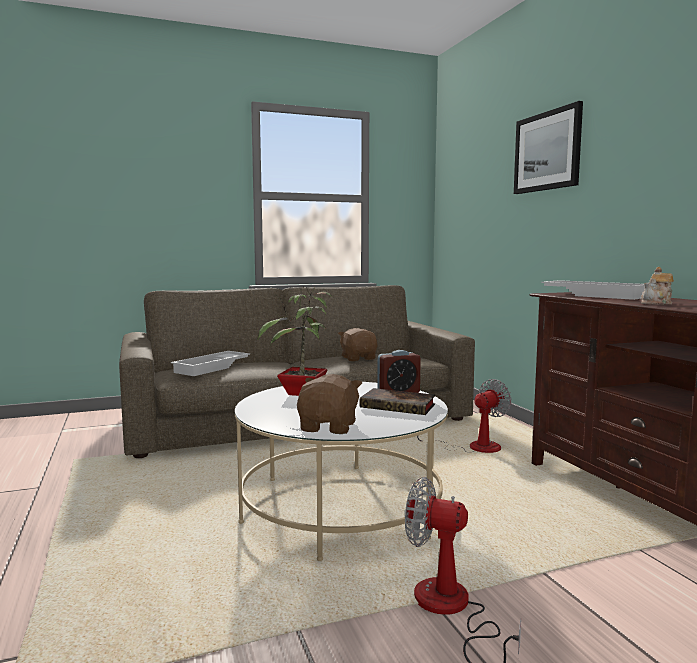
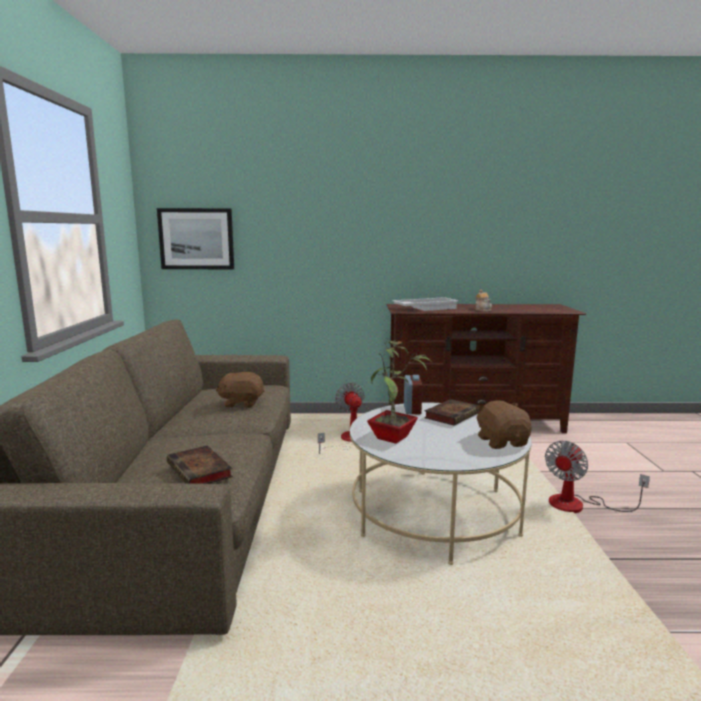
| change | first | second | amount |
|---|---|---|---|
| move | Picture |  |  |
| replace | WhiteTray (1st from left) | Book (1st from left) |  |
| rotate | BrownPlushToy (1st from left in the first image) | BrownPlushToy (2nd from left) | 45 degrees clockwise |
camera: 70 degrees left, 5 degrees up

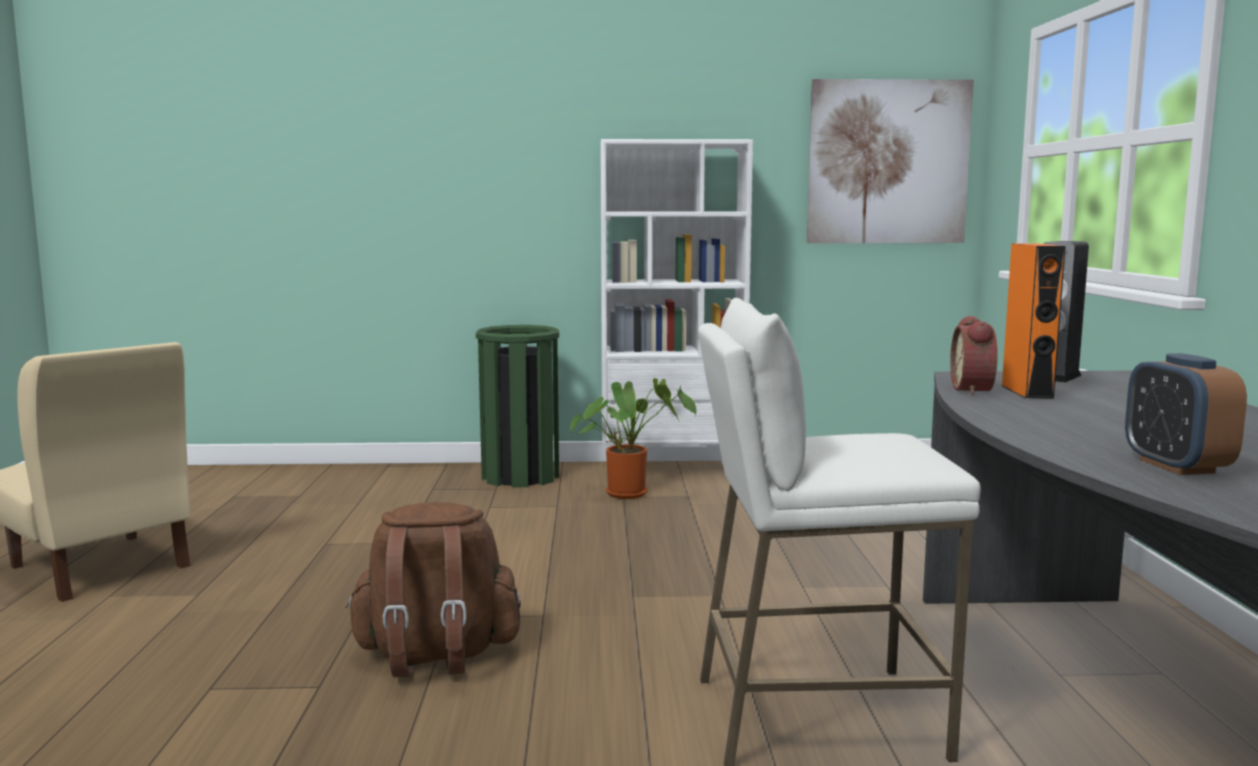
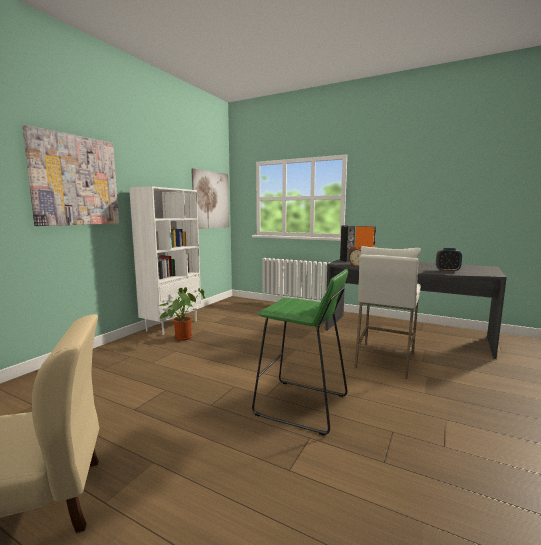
| change | first | second | amount |
|---|---|---|---|
| insert |  | Picture (1st from left) |  |
| replace | BrownBackpack | GreenStool |  |
| delete | GreenTrashCan |  |  |
camera: 60 degrees left, 0 degrees up

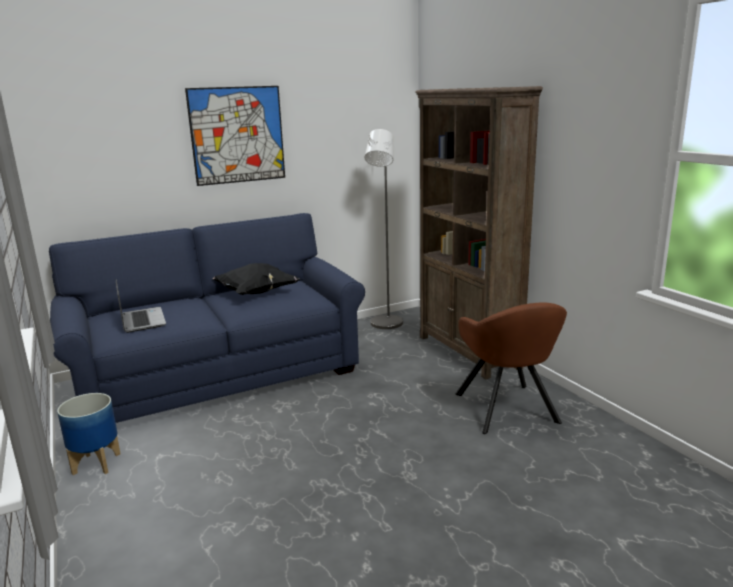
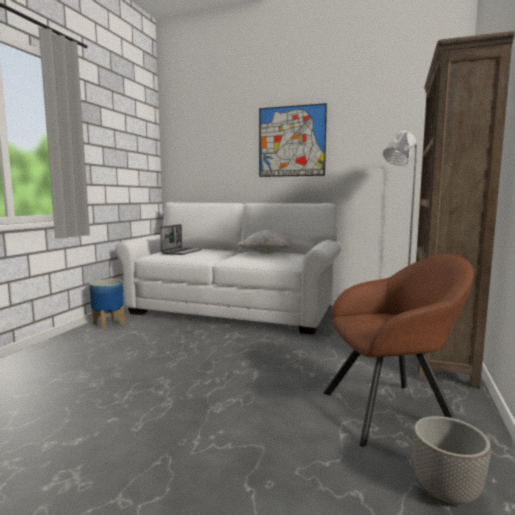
| change | first | second | amount |
|---|---|---|---|
| recolor | BlueSofa | WhiteSofa |  |
| recolor | BlackPillow | WhitePillow |  |
| rotate | BrownArmchair |  | 135 degrees counterclockwise |
| insert |  | Planter (2nd from left) |  |
camera: 45 degrees right, 10 degrees down

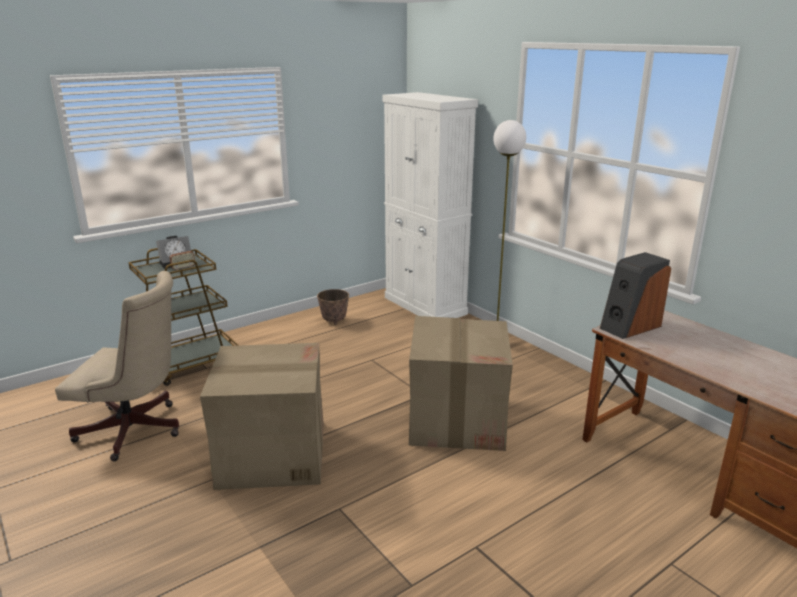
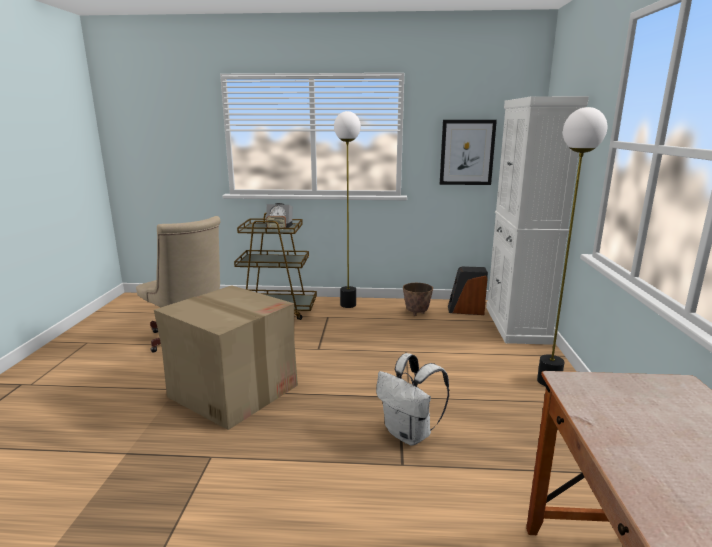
| change | first | second | amount |
|---|---|---|---|
| insert |  | FloorLamp (1st from left) |  |
| replace | CardboardBox (2nd from left) | WhiteBackpack |  |
| insert |  | Picture |  |
| move | Speaker |  |  |
camera: 40 degrees right, 5 degrees down

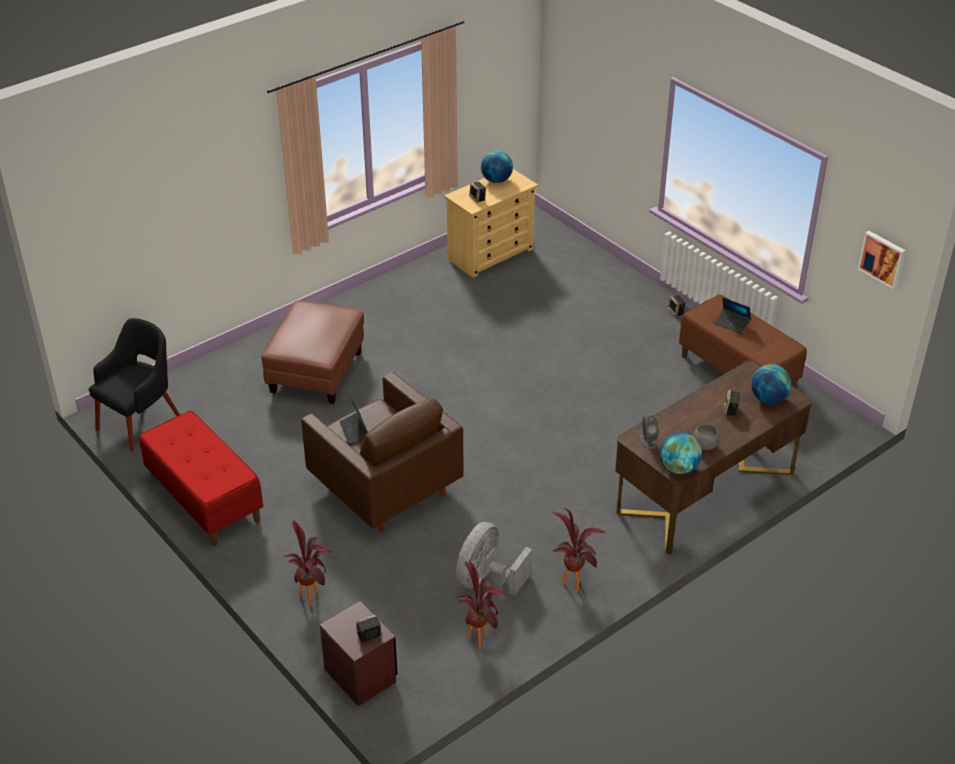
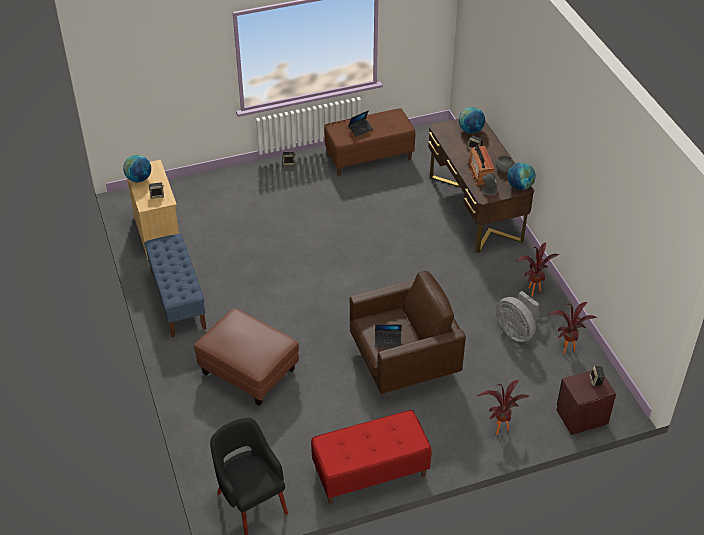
| change | first | second | amount |
|---|---|---|---|
| insert |  | BlueBench |  |
| insert |  | Radio |  |
| delete | Picture |  |  |
camera: 70 degrees left, 5 degrees up

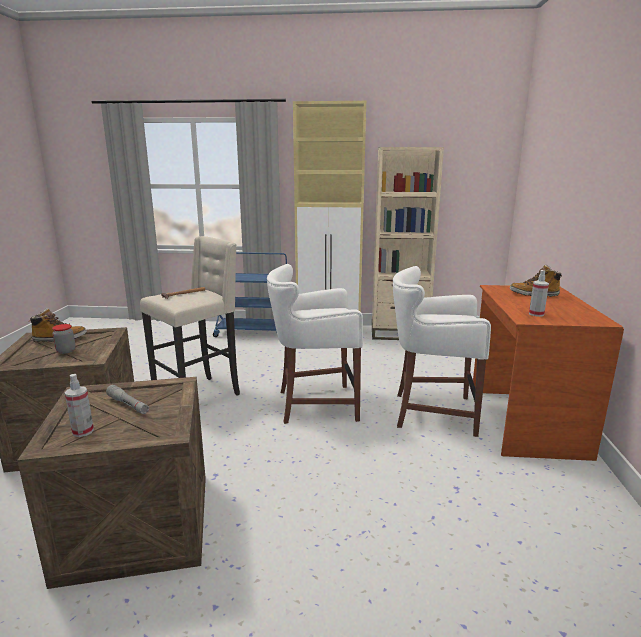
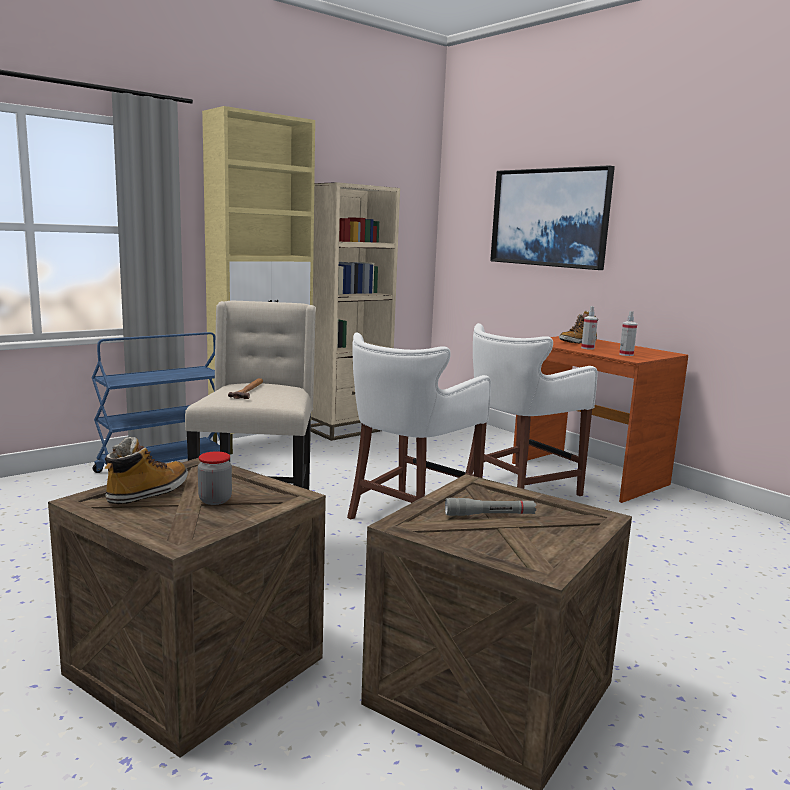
| change | first | second | amount |
|---|---|---|---|
| insert |  | Picture |  |
| move | SprayBottle (1st from left) |  |  |
camera: 45 degrees left, 5 degrees down

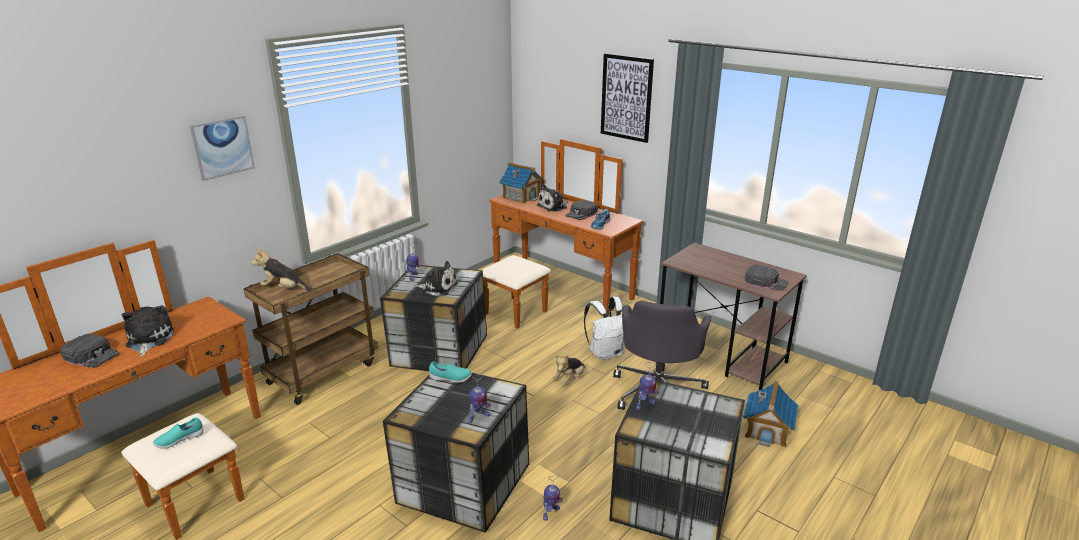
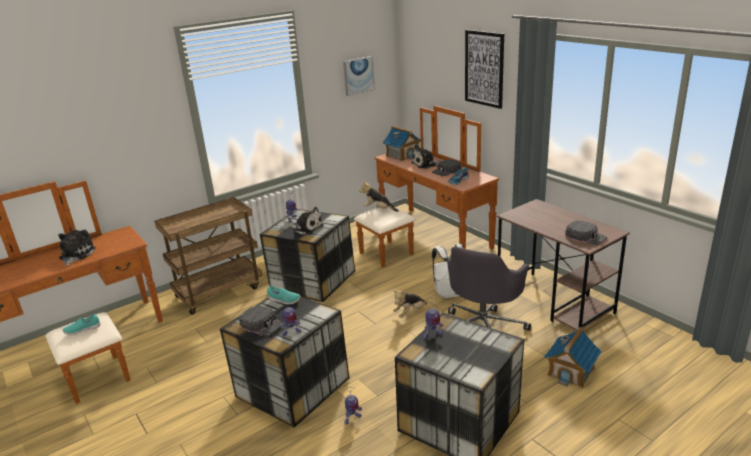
| change | first | second | amount |
|---|---|---|---|
| move | BlackCap (1st from left) |  |  |
| move | Picture (1st from left) |  |  |
| move | PlushToy (2nd from left in the first image) | PlushToy (3rd from left) |  |
camera: 15 degrees right, 0 degrees up

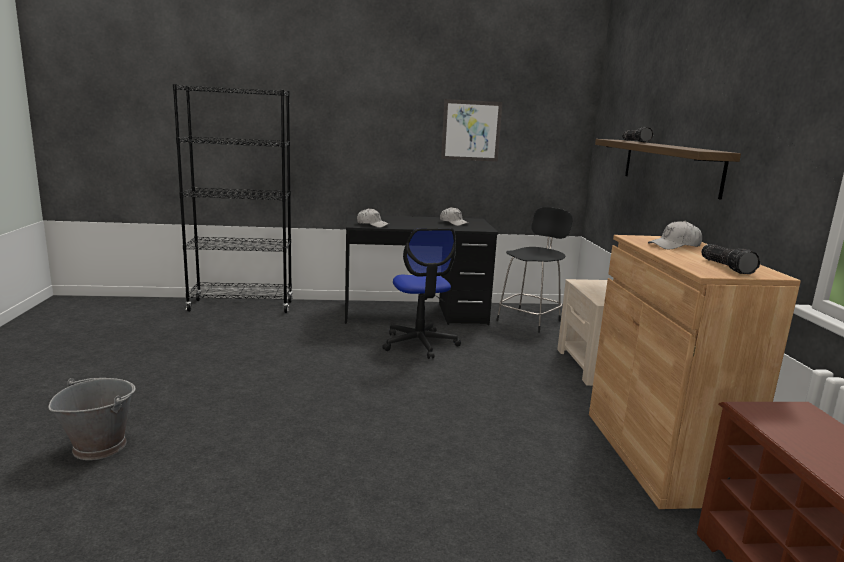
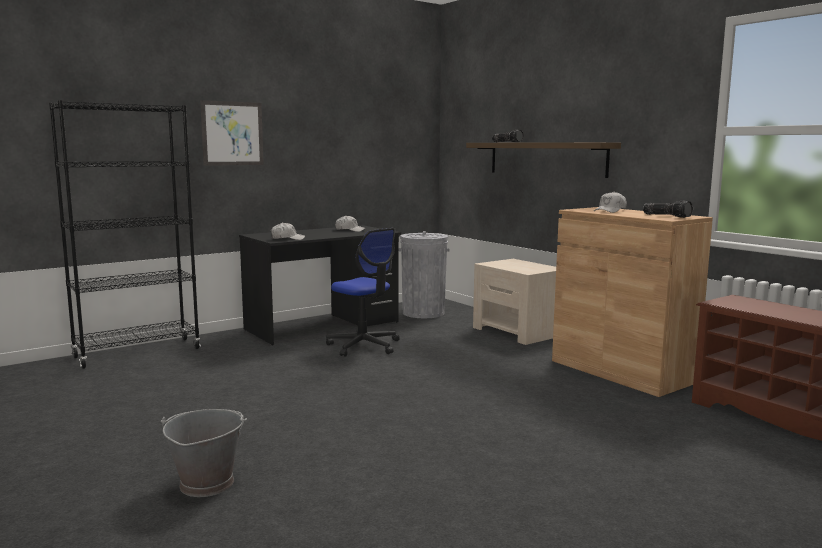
| change | first | second | amount |
|---|---|---|---|
| move | Picture |  |  |
| replace | BlackStool | GreyTrashCan |  |
camera: 30 degrees left, 5 degrees down

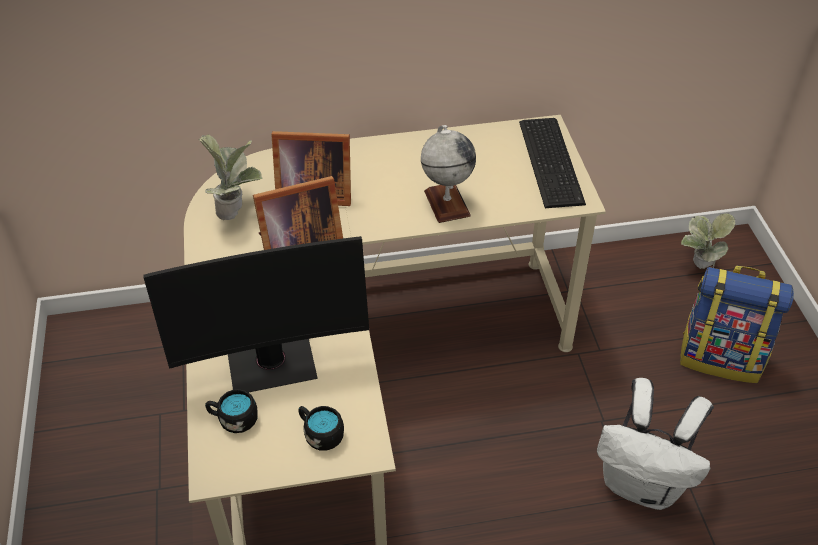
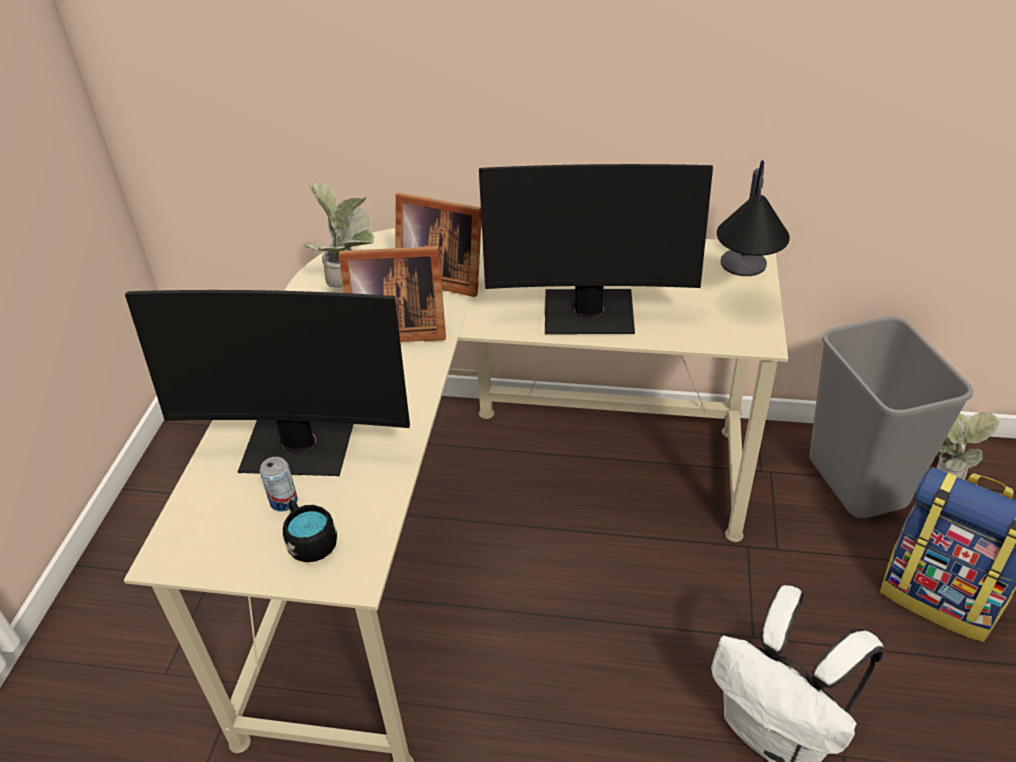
| change | first | second | amount |
|---|---|---|---|
| insert |  | Can |  |
| replace | Globe | Monitor (2nd from left) |  |
| replace | Keyboard | TableLamp |  |
| insert |  | GreyTrashCan |  |
| delete | BlackMug (1st from left) |  |  |
camera: 20 degrees right, 5 degrees down

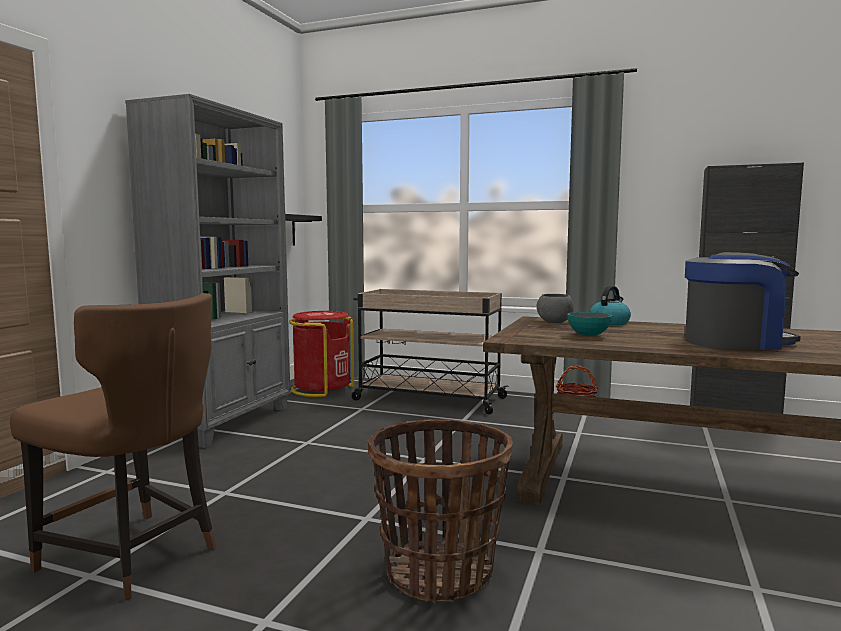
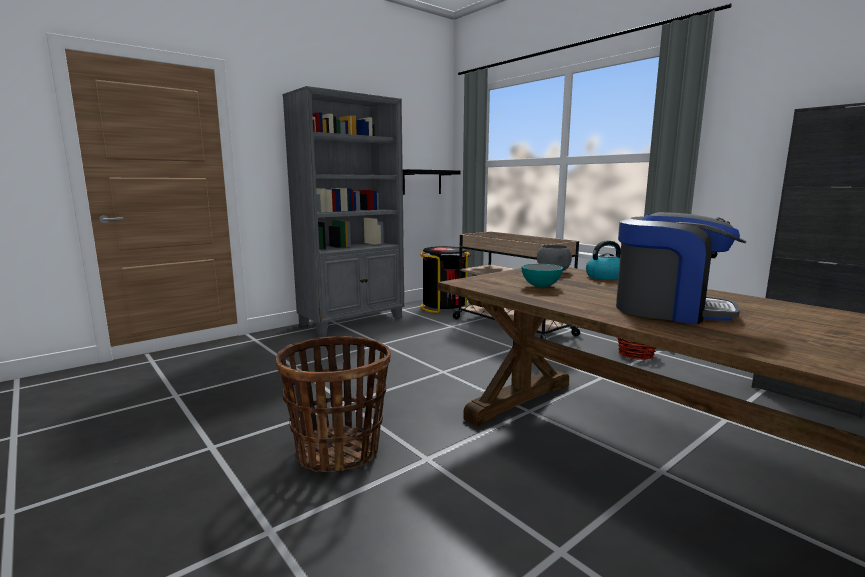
| change | first | second | amount |
|---|---|---|---|
| recolor | RedTrashCan | BlackTrashCan |  |
| delete | BrownChair |  |  |
camera: 30 degrees right, 5 degrees up

